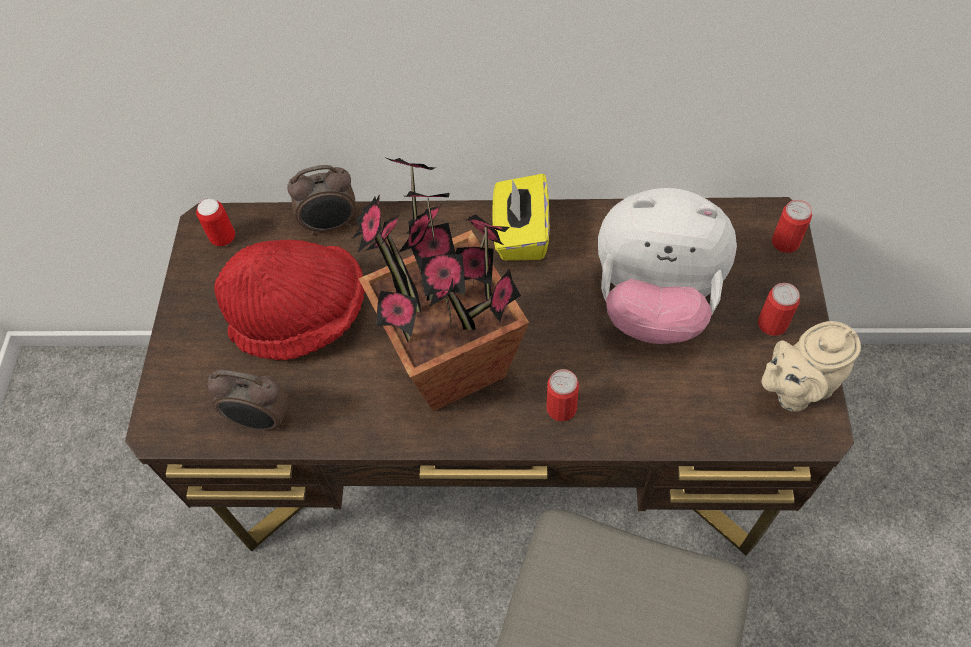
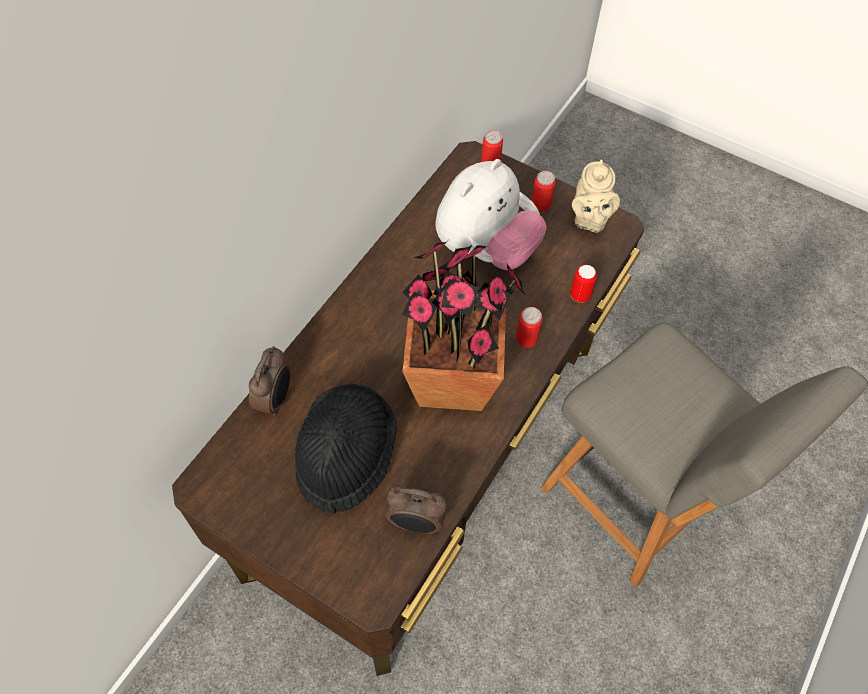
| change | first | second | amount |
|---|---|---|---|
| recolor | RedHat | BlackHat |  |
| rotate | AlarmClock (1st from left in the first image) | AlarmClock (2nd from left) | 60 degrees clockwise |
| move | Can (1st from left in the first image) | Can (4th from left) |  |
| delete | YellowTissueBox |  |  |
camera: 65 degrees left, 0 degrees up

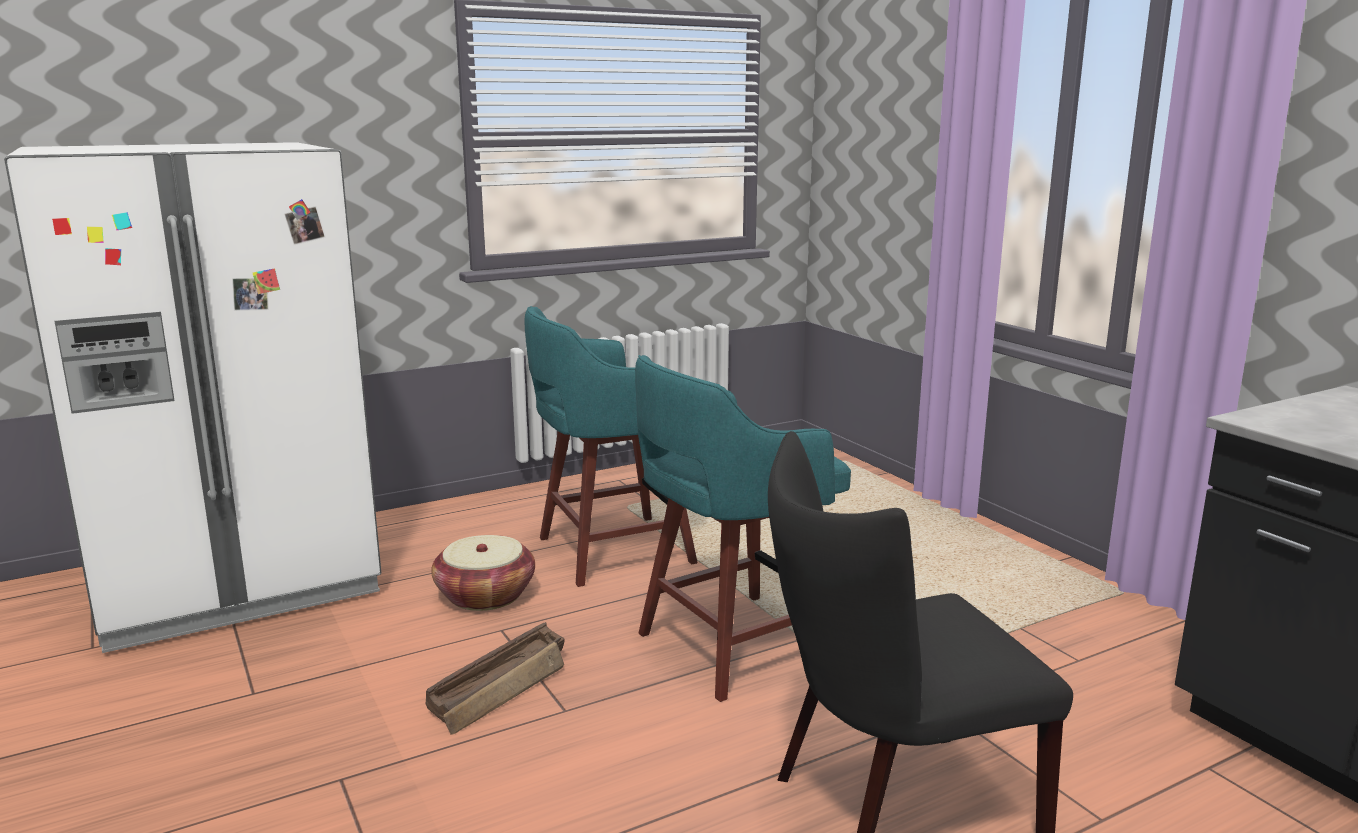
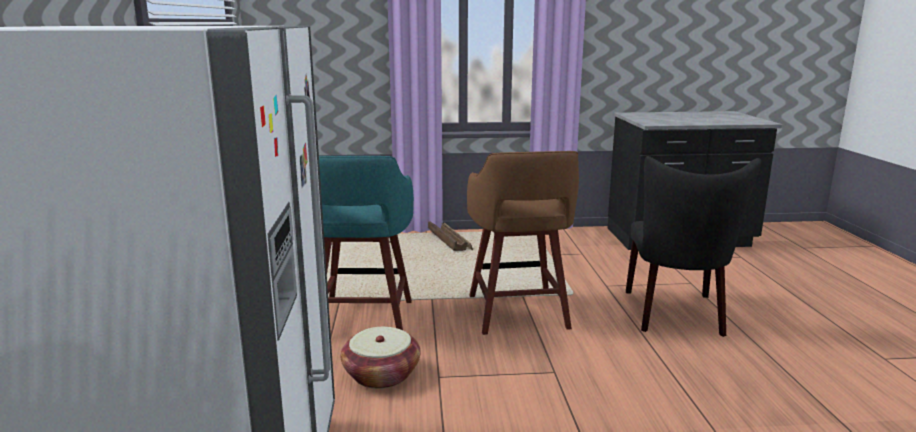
| change | first | second | amount |
|---|---|---|---|
| move | Crate |  |  |
| recolor | TurquoiseStool (2nd from left) | BrownStool |  |
camera: 65 degrees left, 0 degrees up

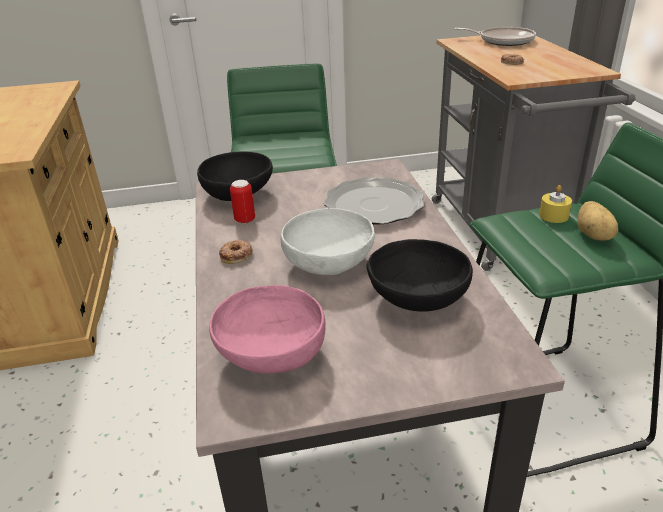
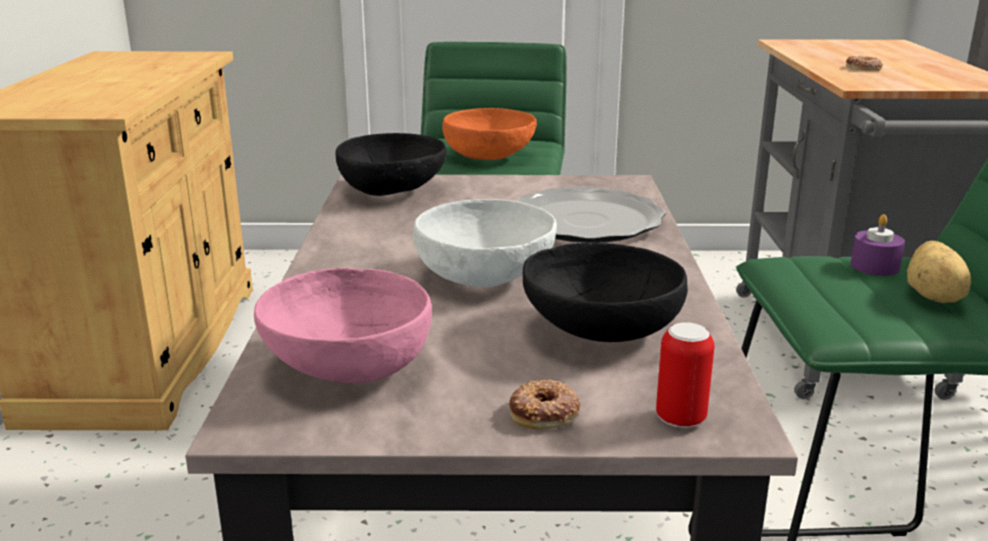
| change | first | second | amount |
|---|---|---|---|
| insert |  | OrangeBowl |  |
| move | Donut (1st from left) |  |  |
| move | Can |  |  |
| recolor | YellowCandle | PurpleCandle |  |
| delete | FryingPan |  |  |
camera: 10 degrees right, 10 degrees down

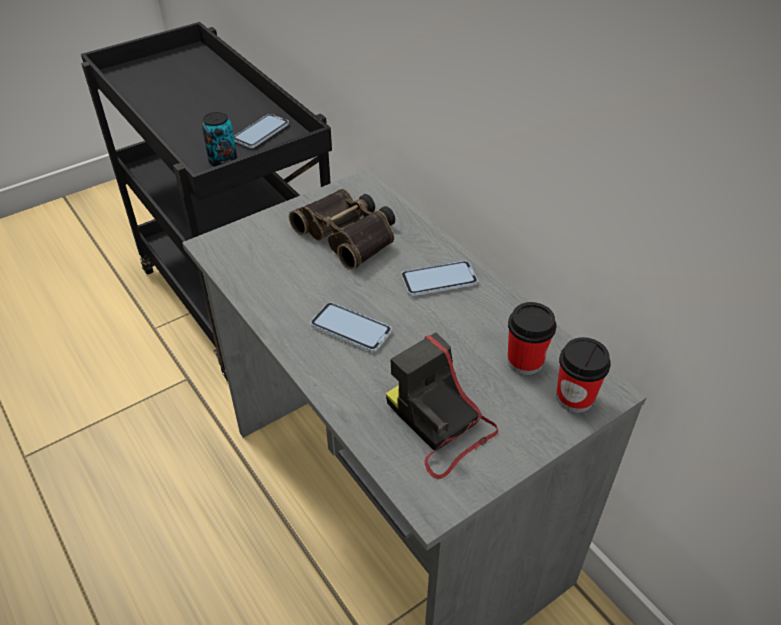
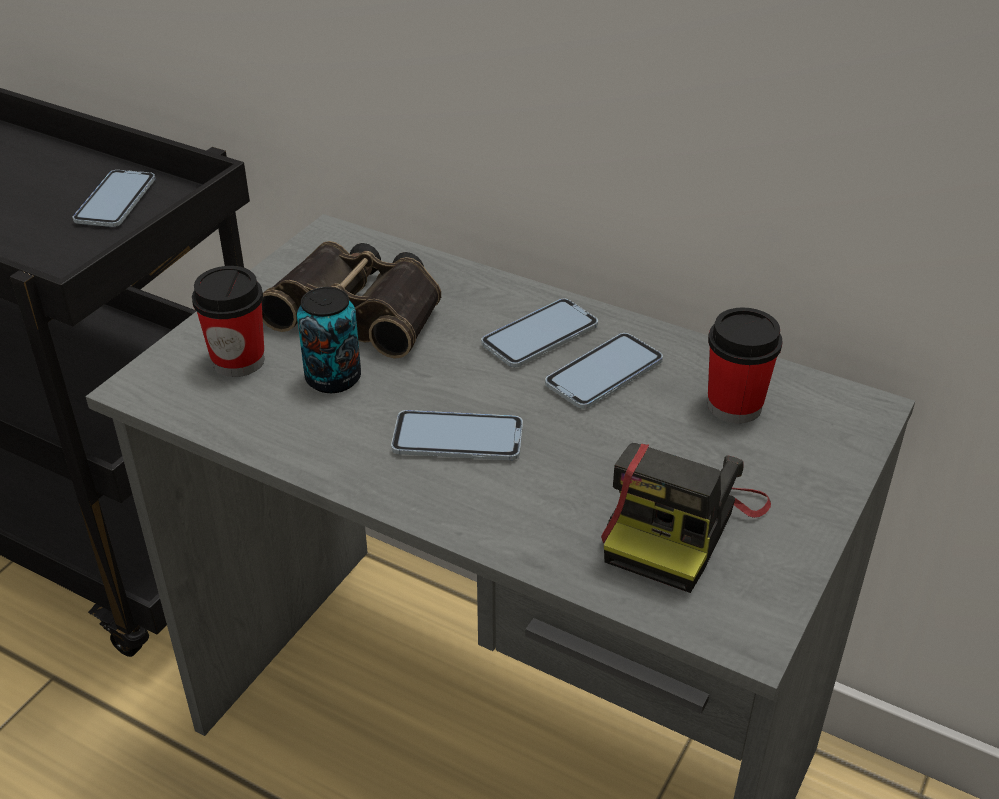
| change | first | second | amount |
|---|---|---|---|
| move | Cup (2nd from left in the first image) | Cup (1st from left) |  |
| move | Can |  |  |
| insert |  | Phone (4th from left) |  |
| rotate | PhotoCamera |  | 90 degrees counterclockwise |
camera: 25 degrees left, 5 degrees down

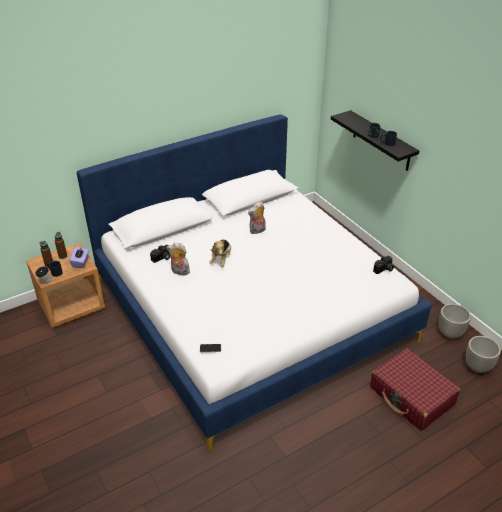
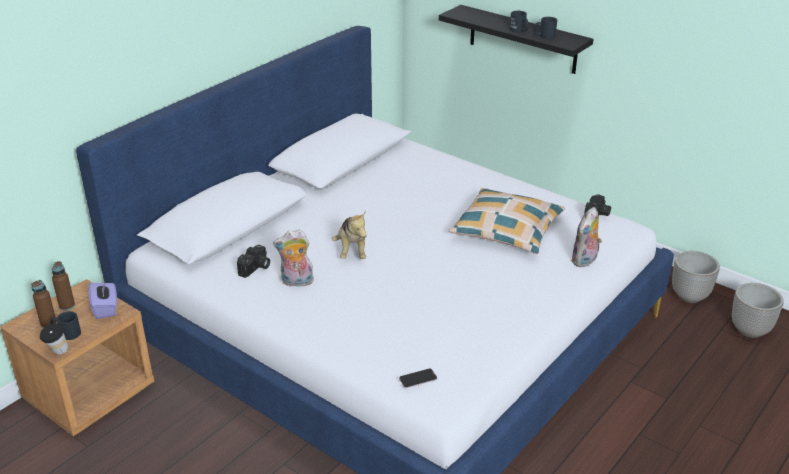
| change | first | second | amount |
|---|---|---|---|
| insert |  | Pillow |  |
| move | PlushToy (3rd from left) |  |  |
| delete | RedSuitcase |  |  |
camera: 20 degrees left, 5 degrees down

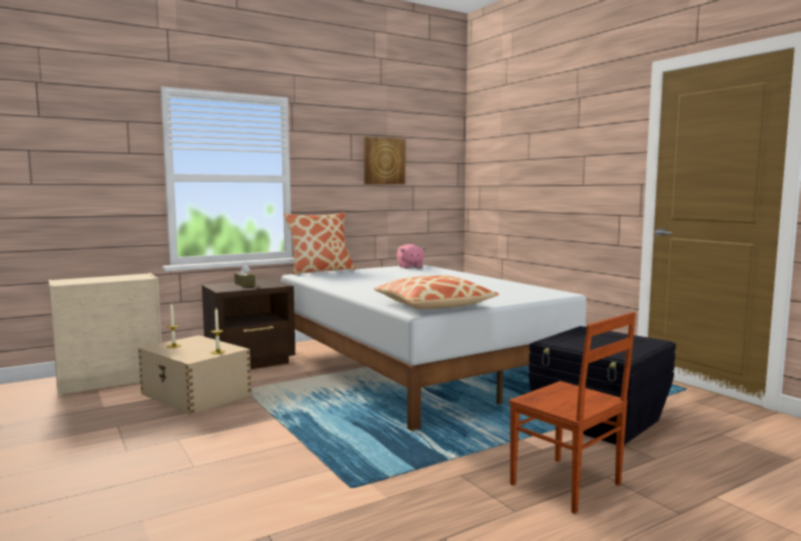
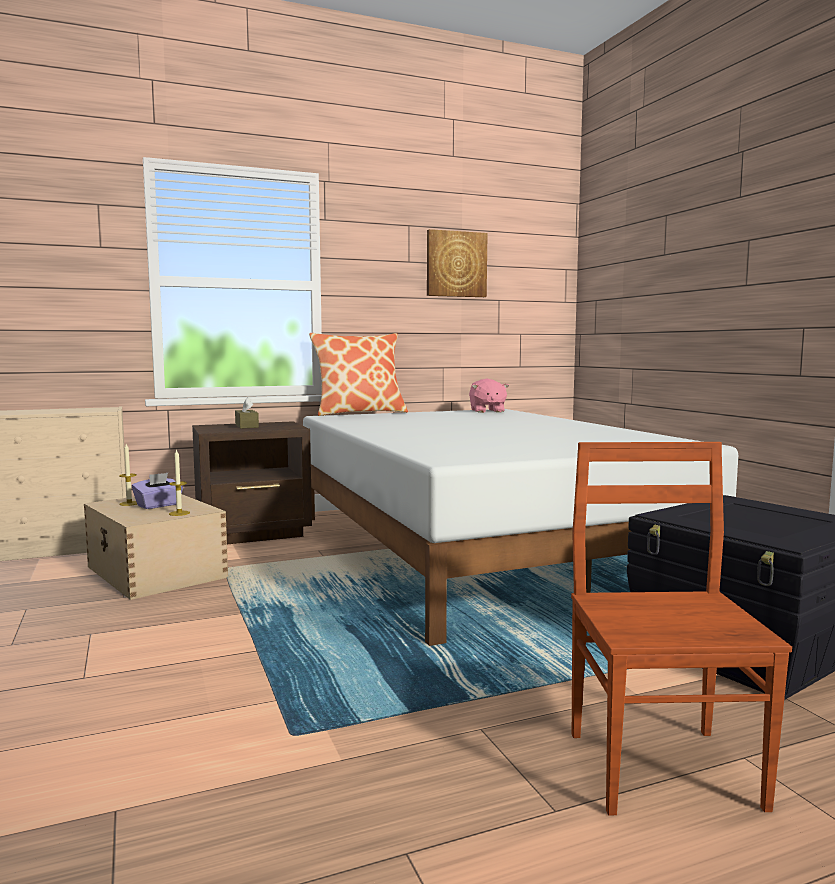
| change | first | second | amount |
|---|---|---|---|
| insert |  | PurpleTissueBox |  |
| rotate | BrownChair |  | 150 degrees counterclockwise |
| delete | Pillow (2nd from left) |  |  |
camera: 10 degrees right, 0 degrees up

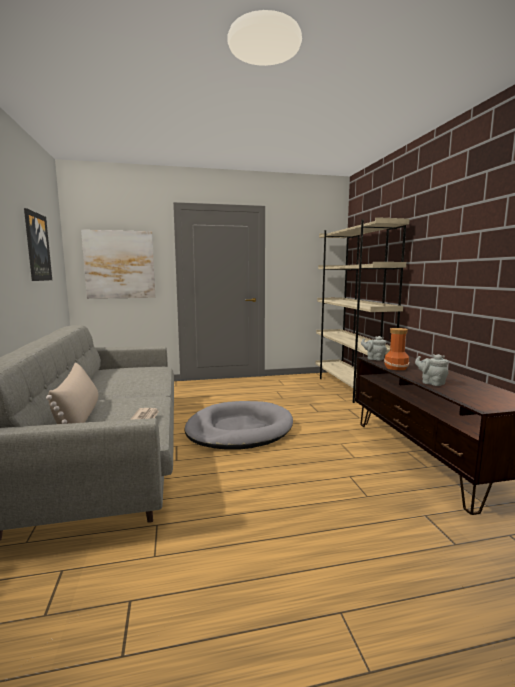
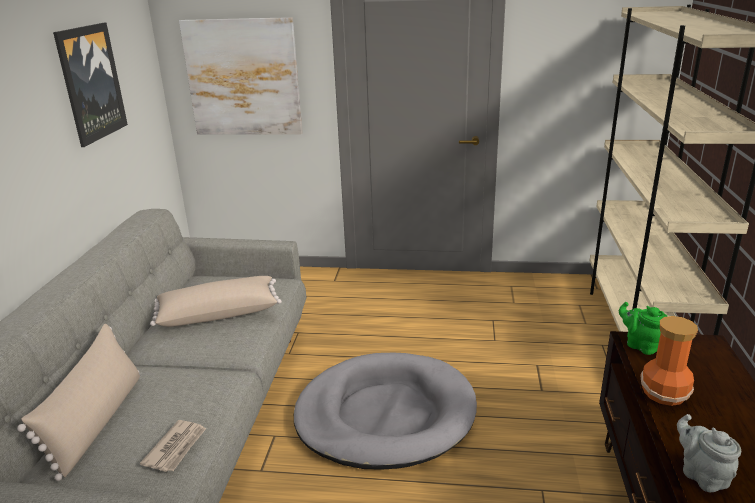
| change | first | second | amount |
|---|---|---|---|
| insert |  | BeigePillow (2nd from left) |  |
| recolor | GreyTeapot (1st from left) | GreenTeapot |  |
camera: 20 degrees right, 15 degrees up

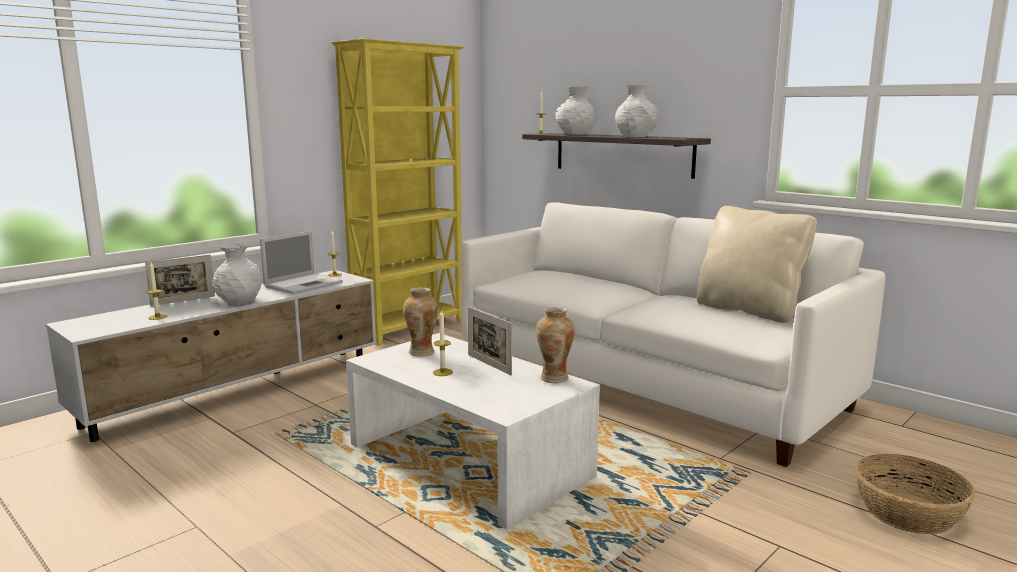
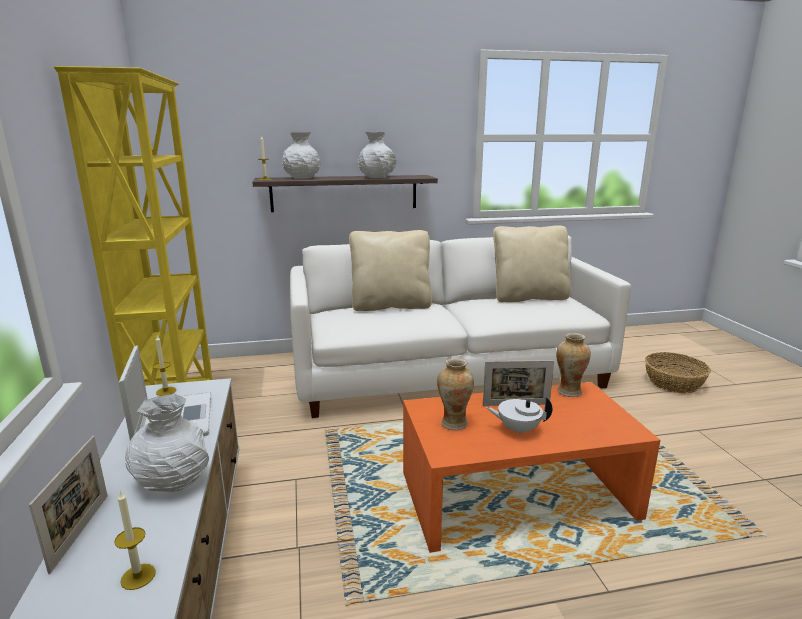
| change | first | second | amount |
|---|---|---|---|
| insert |  | BeigePillow (1st from left) |  |
| recolor | WhiteCoffeeTable | OrangeCoffeeTable |  |
| replace | Candle (3rd from left) | WhiteTeapot |  |
camera: 55 degrees left, 5 degrees up

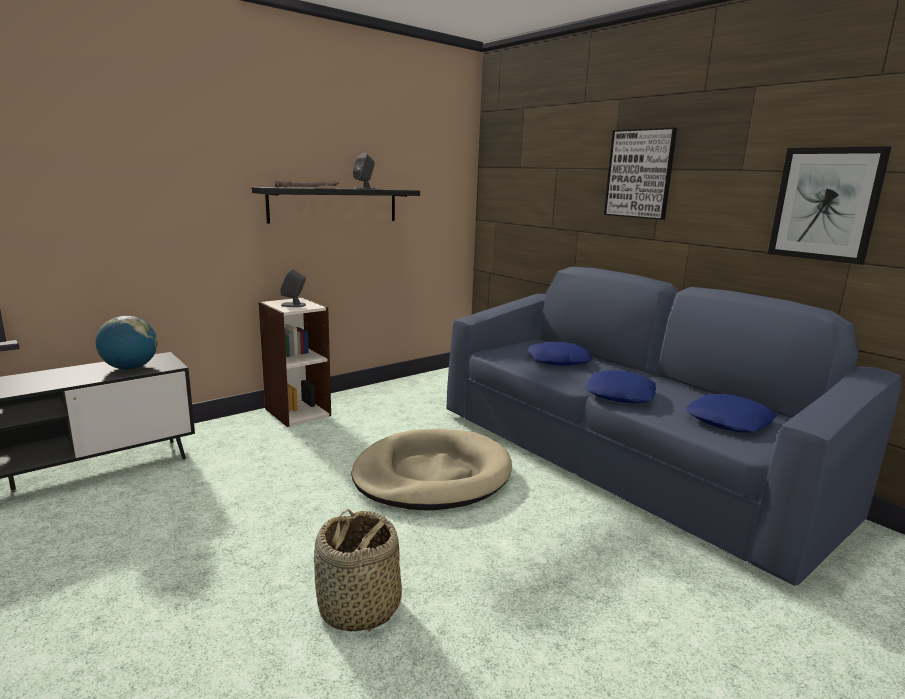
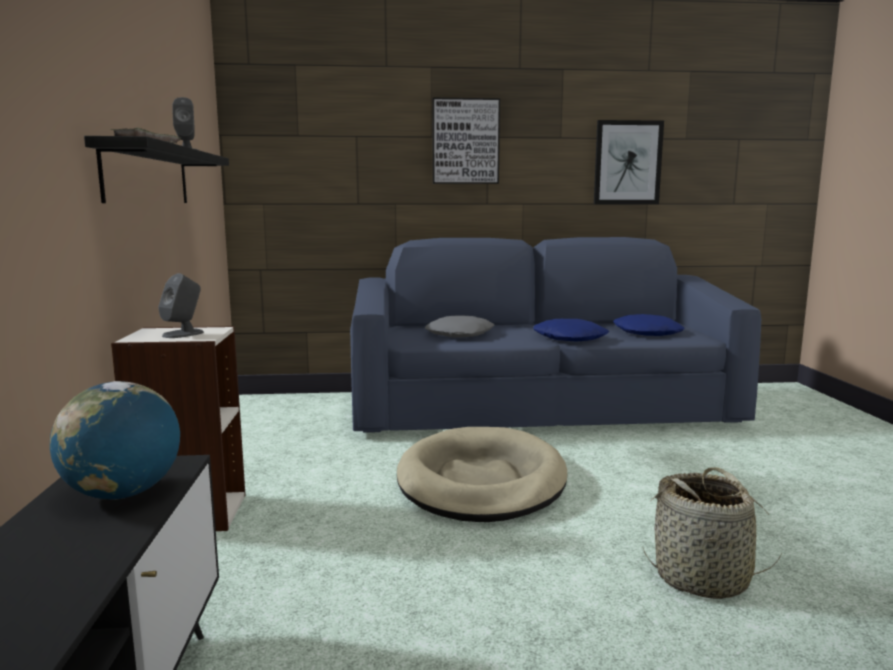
| change | first | second | amount |
|---|---|---|---|
| recolor | BluePillow (1st from left) | GreyPillow |  |
camera: 55 degrees left, 5 degrees down

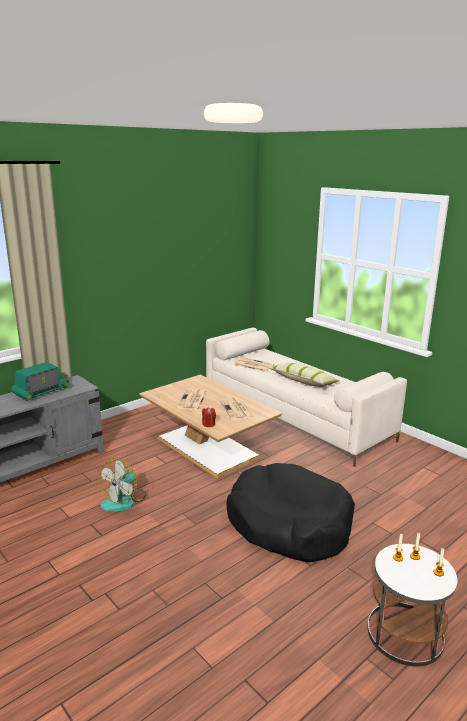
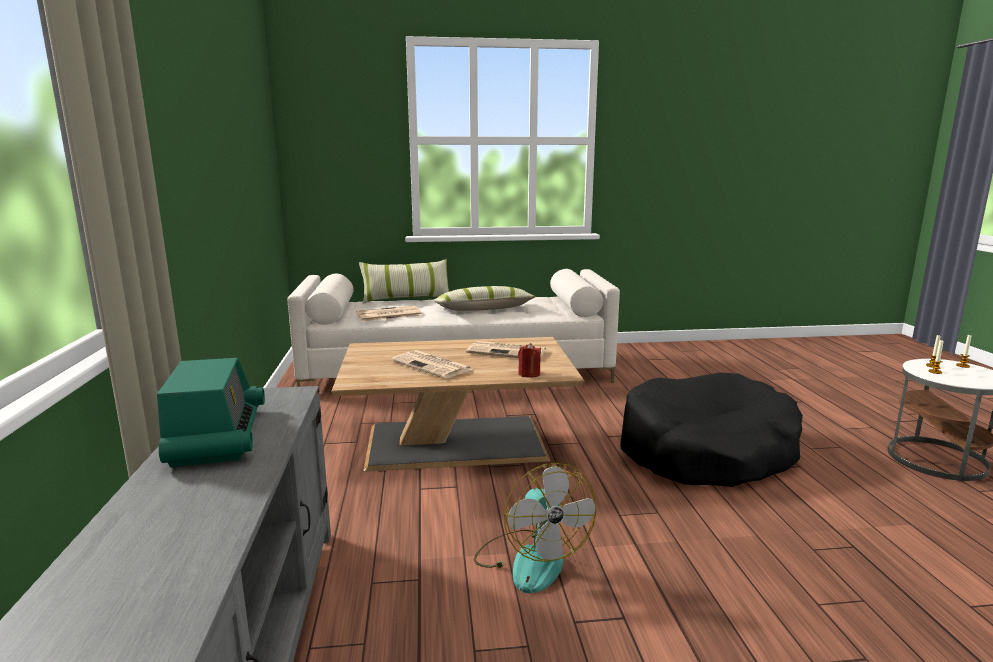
| change | first | second | amount |
|---|---|---|---|
| insert |  | Pillow (1st from left) |  |
camera: 55 degrees left, 5 degrees down

